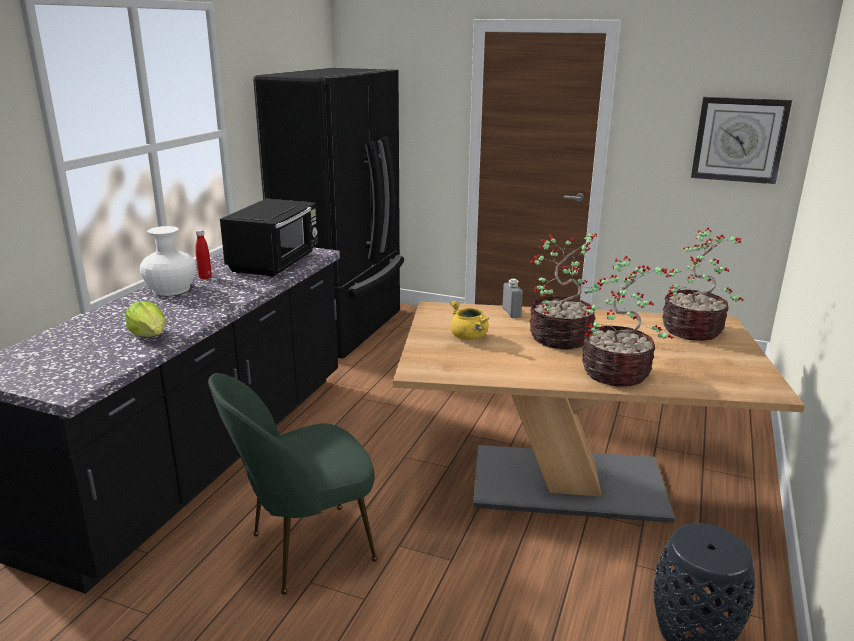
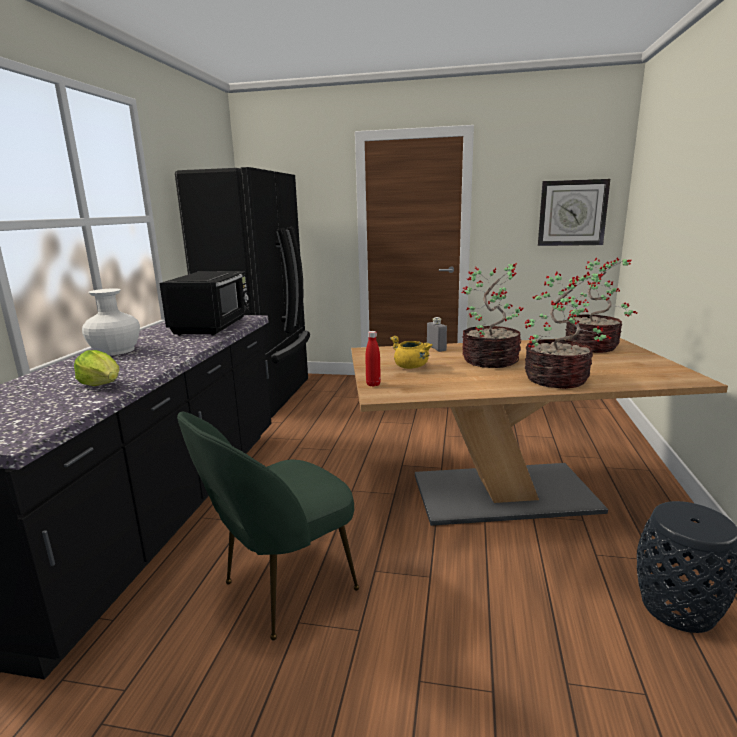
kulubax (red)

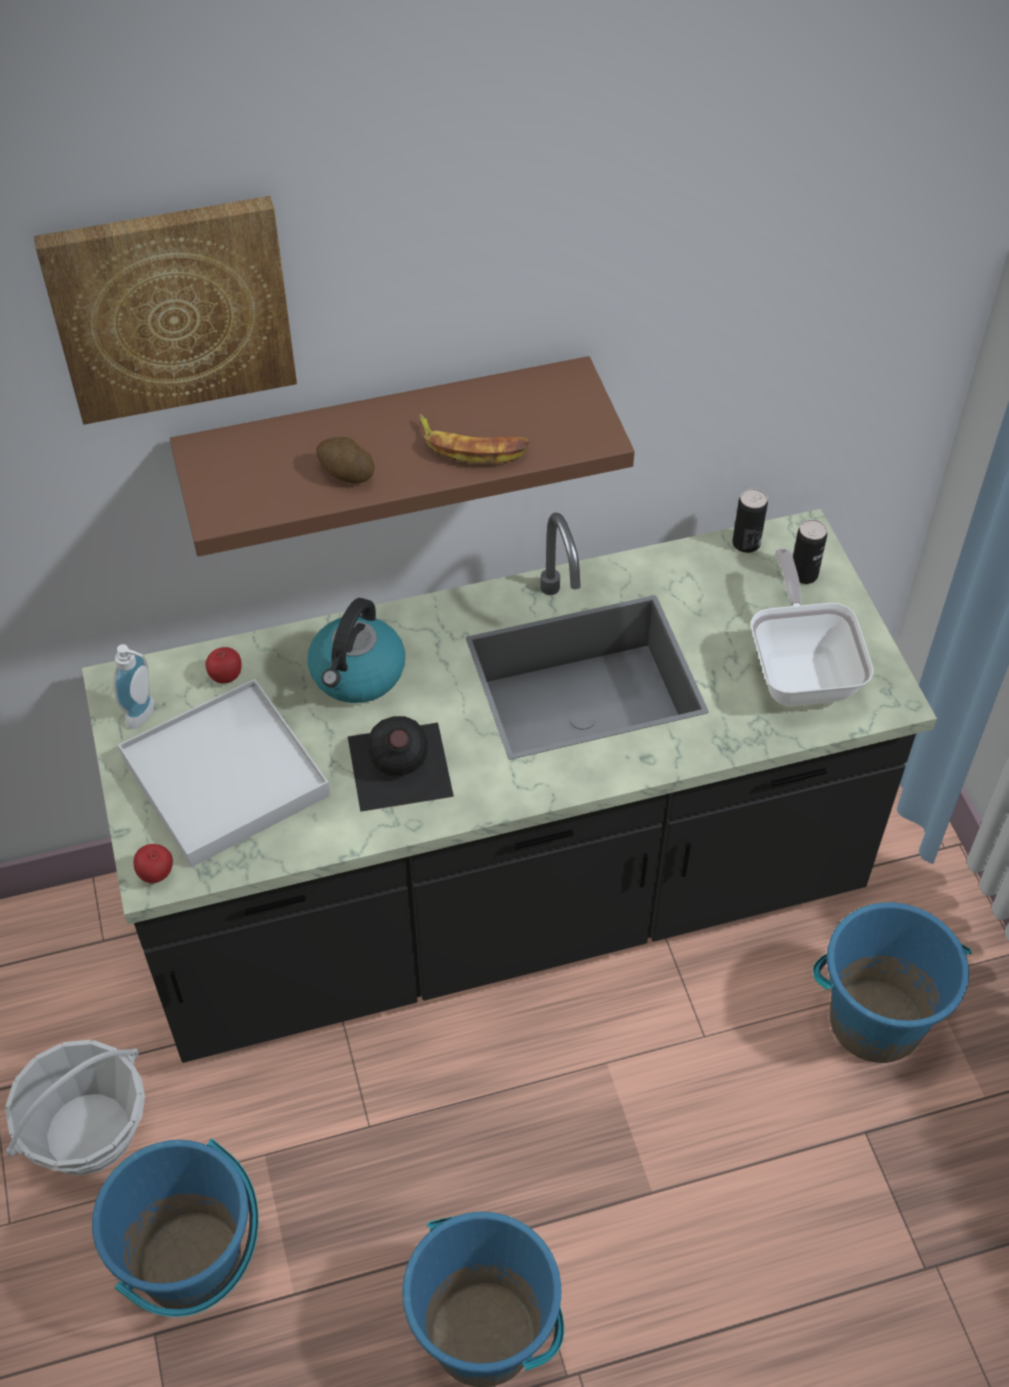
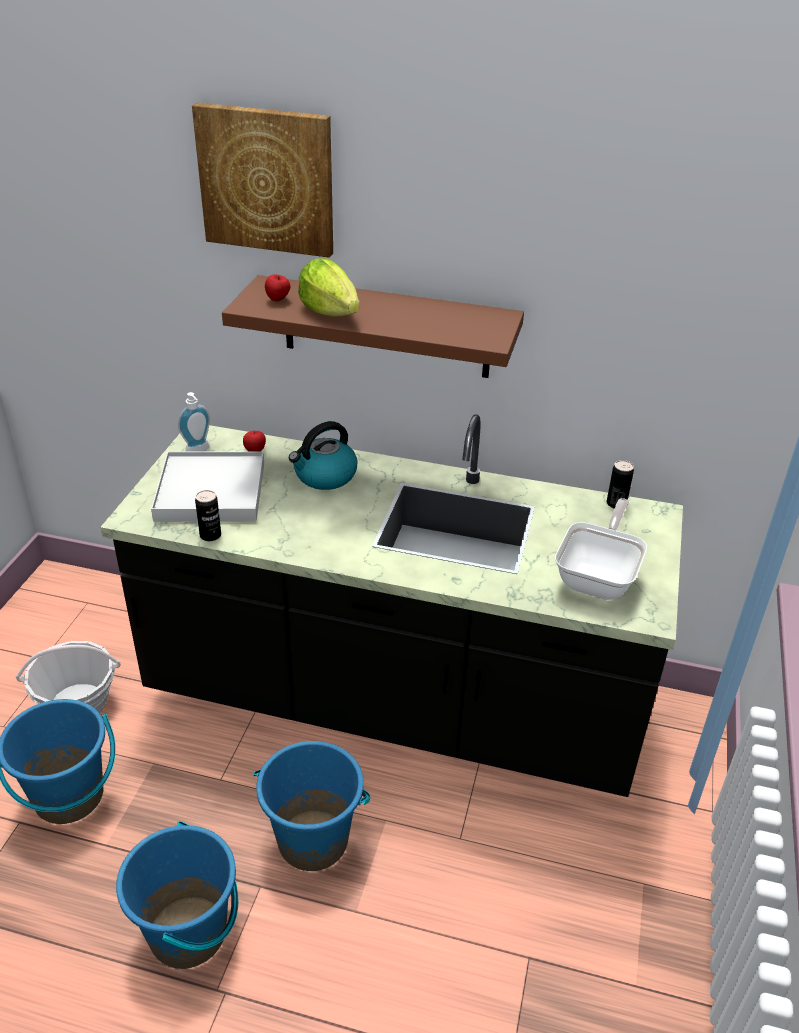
kulubax (black); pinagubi; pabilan (2nd from left); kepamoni (1st from left); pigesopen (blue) (3rd from left); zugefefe

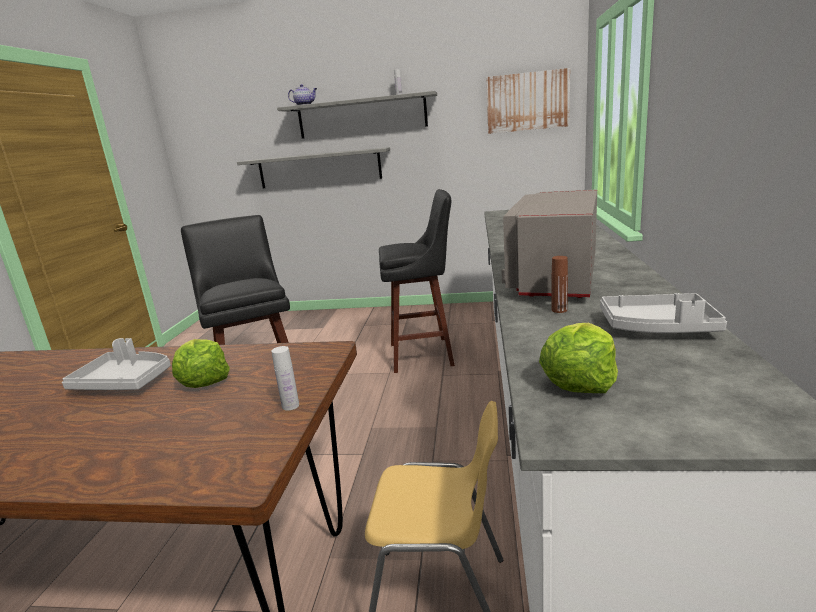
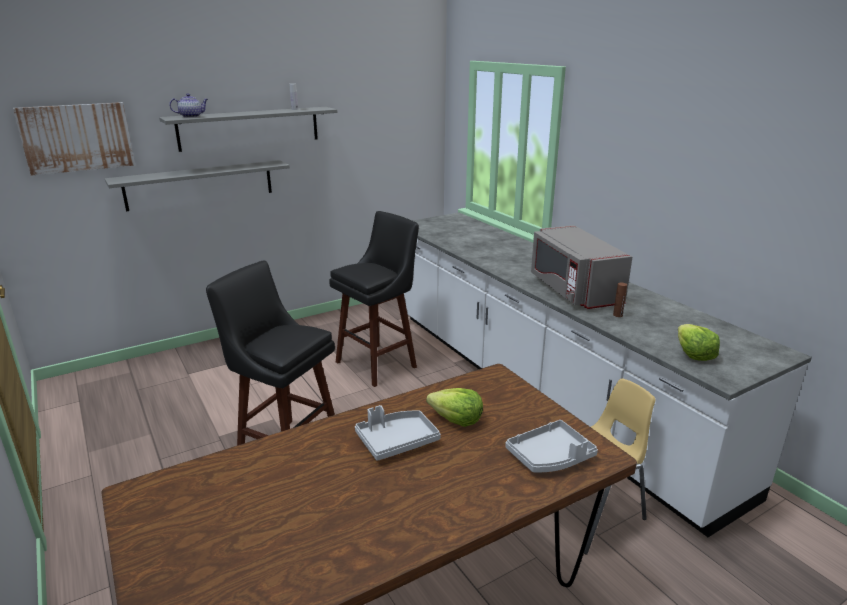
kulubax (white) (1st from left in the first image); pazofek; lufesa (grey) (2nd from left)

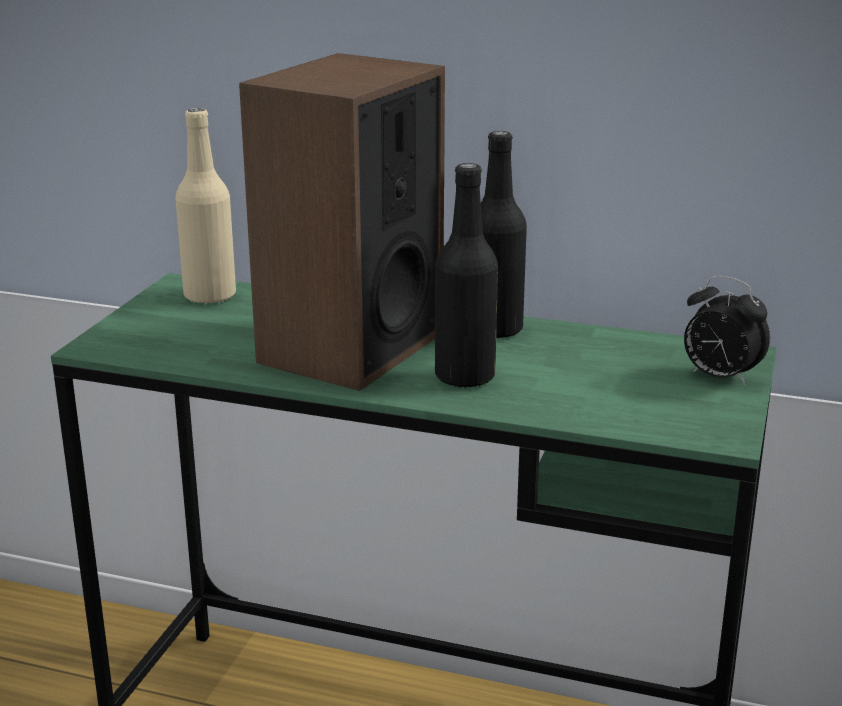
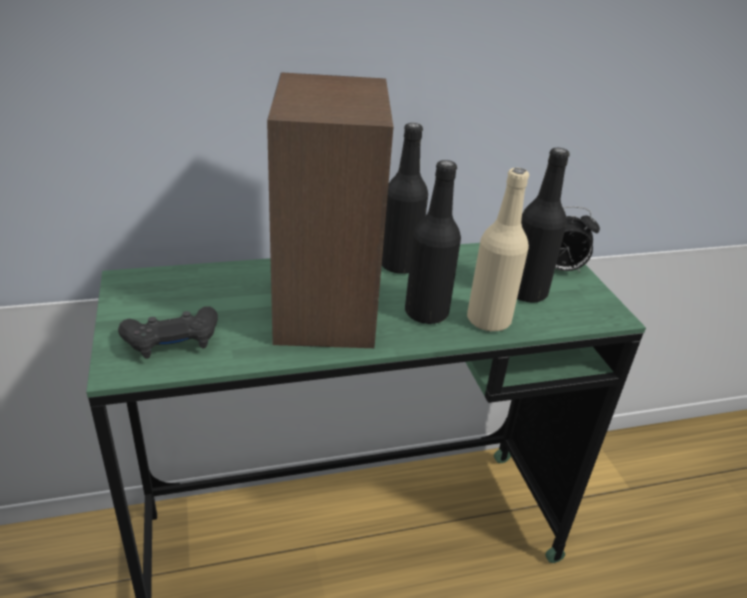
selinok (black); kulubax (black) (3rd from left); kulubax (beige)

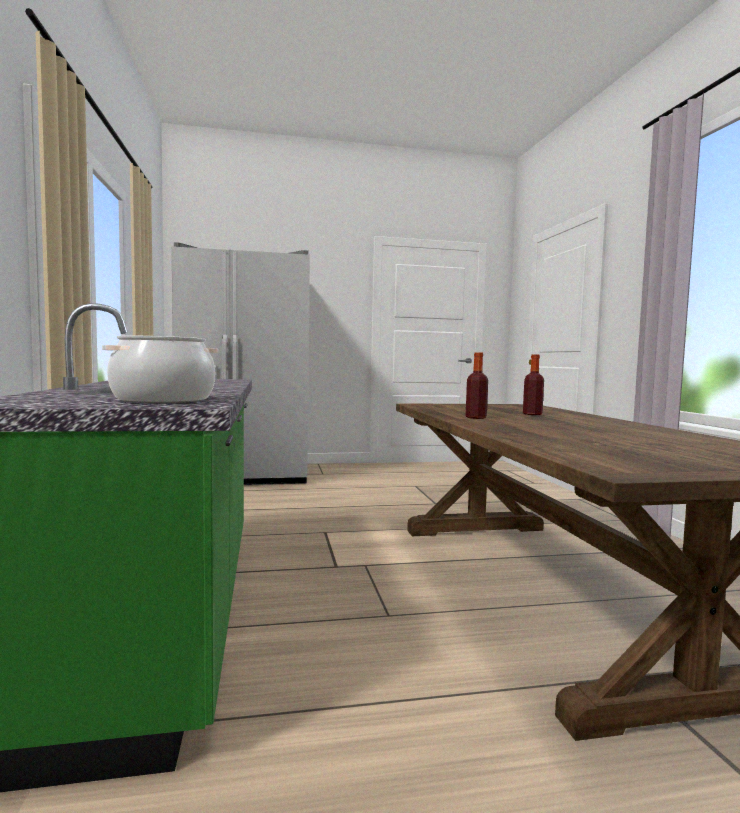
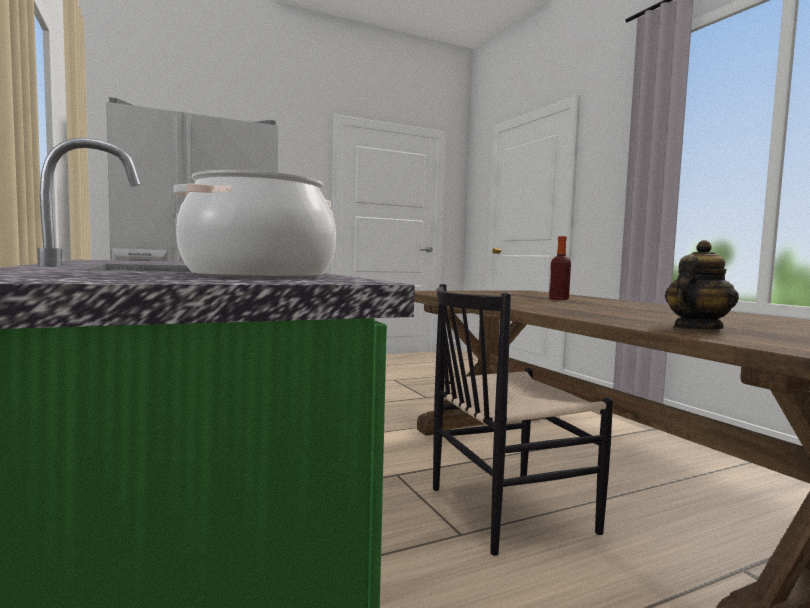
kulubax (1st from left in the first image); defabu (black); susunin

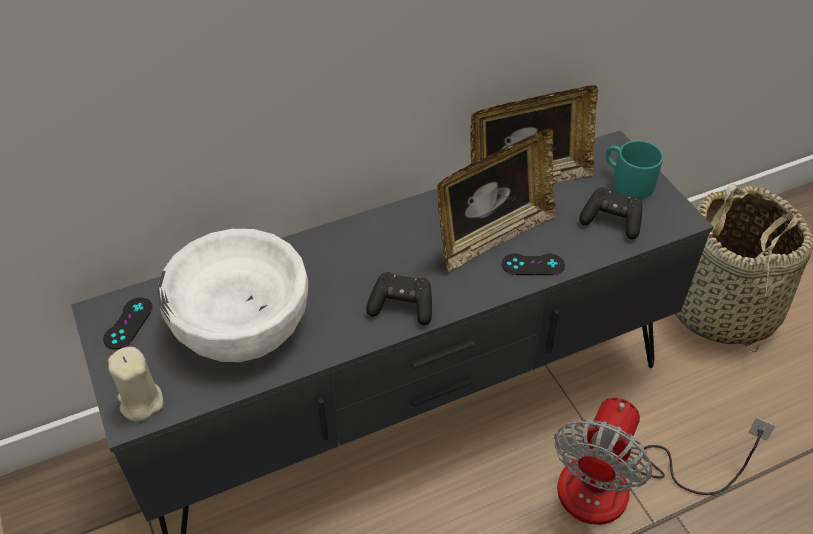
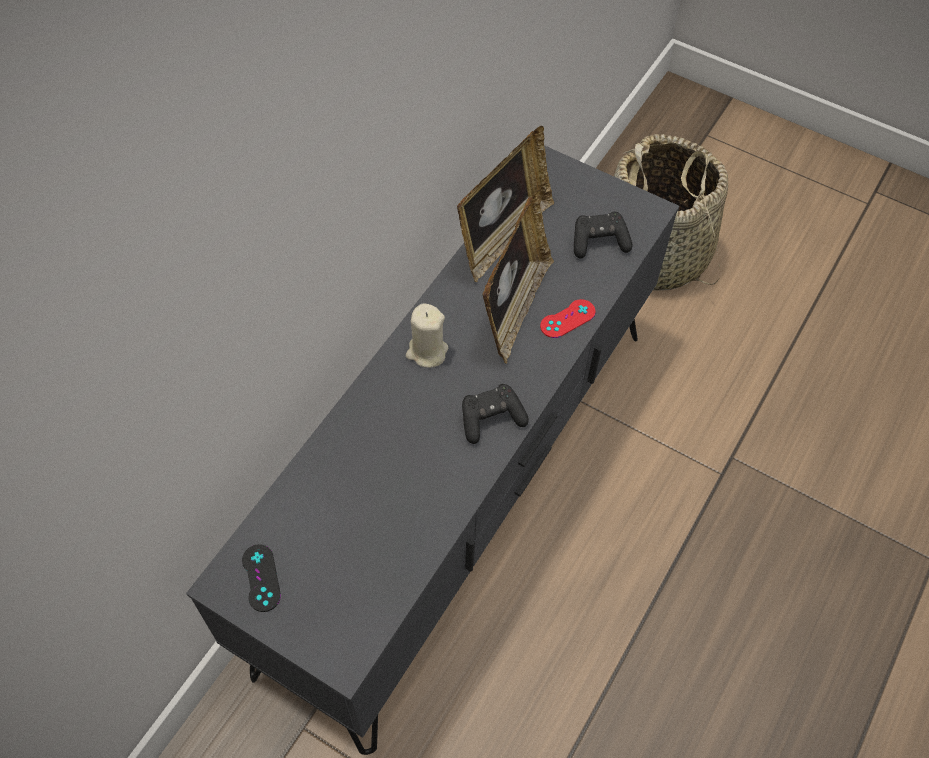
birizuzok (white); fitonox; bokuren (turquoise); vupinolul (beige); selinok (red)

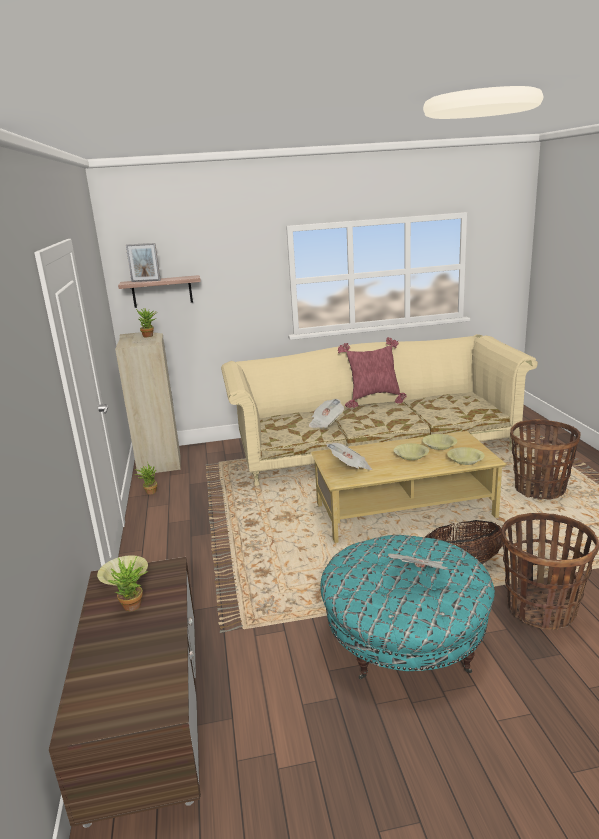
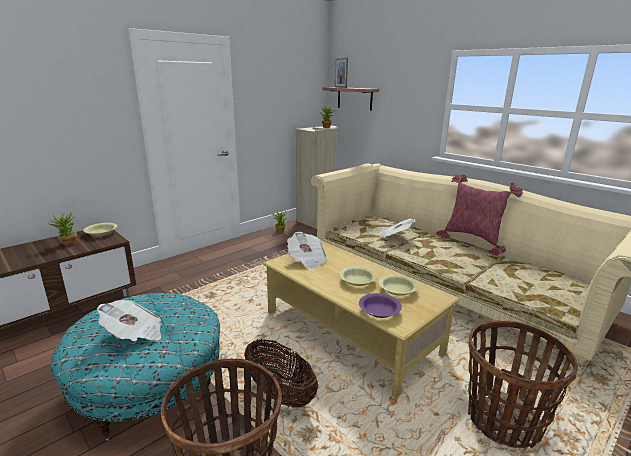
birizuzok (purple)

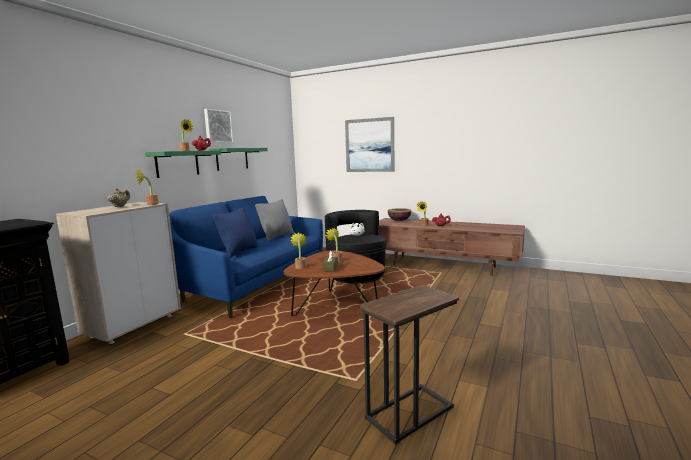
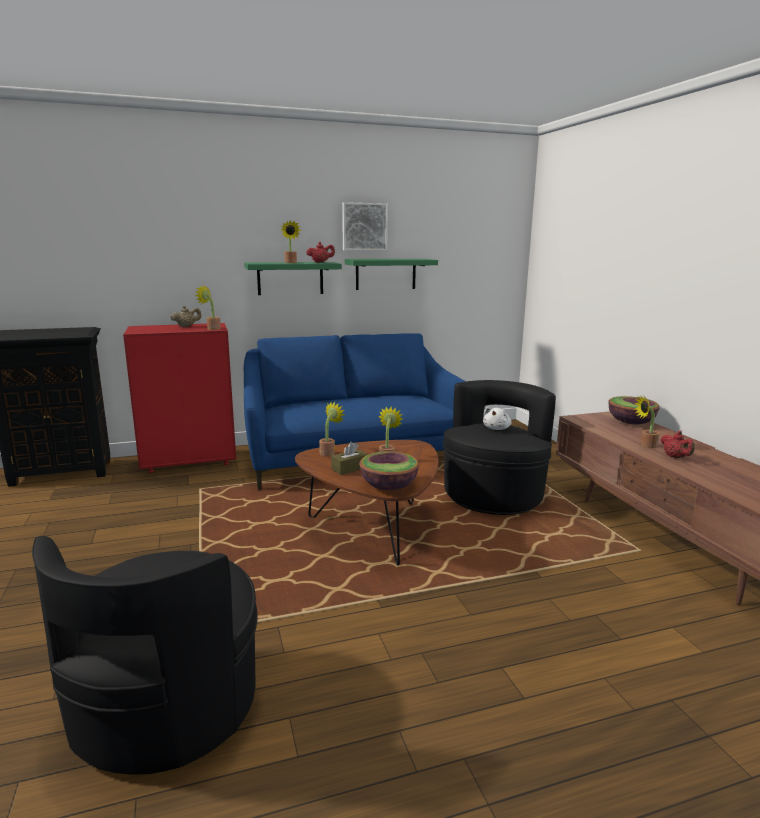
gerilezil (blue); gerilezil (grey); pazofek (2nd from left in the first image); birizuzok (1st from left); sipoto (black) (1st from left); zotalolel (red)

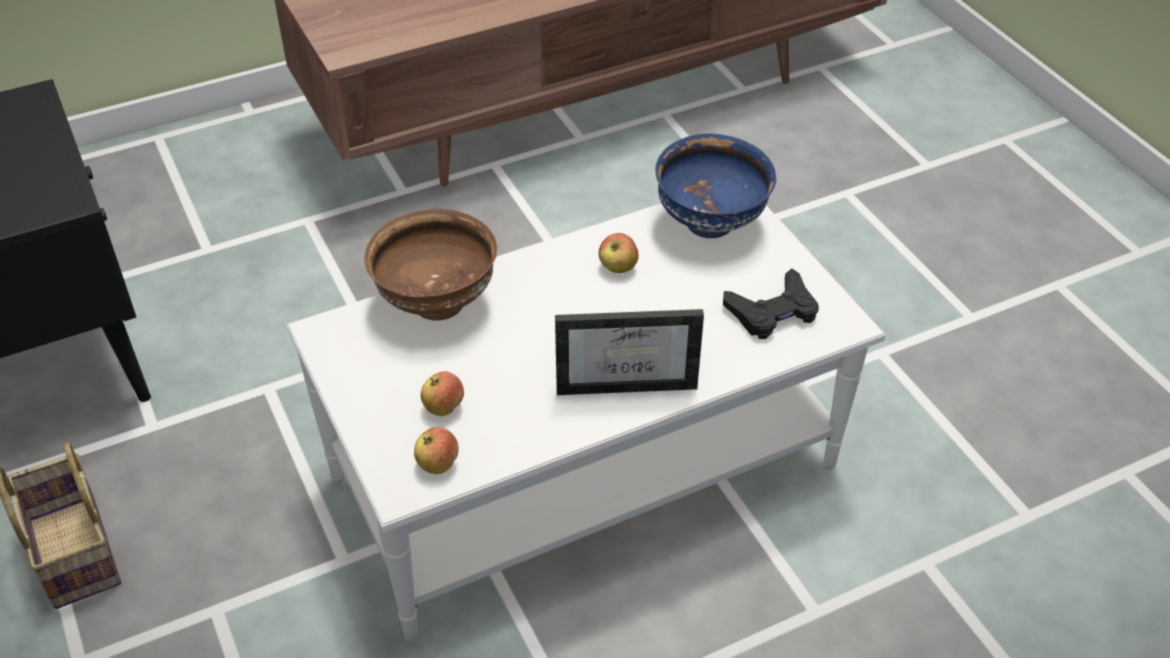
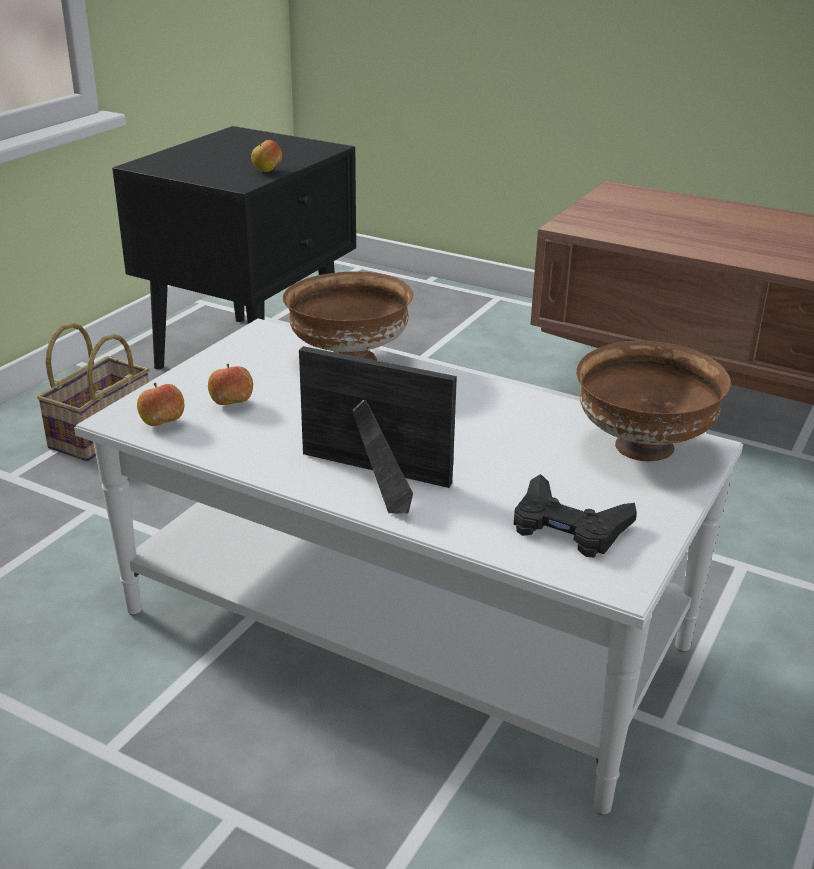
pabilan (3rd from left); birizuzok (brown) (2nd from left); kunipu

